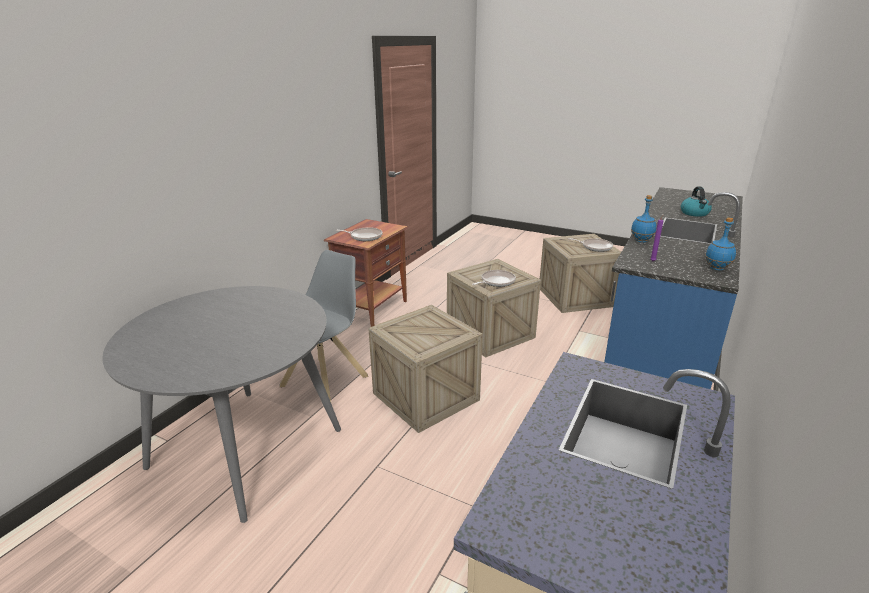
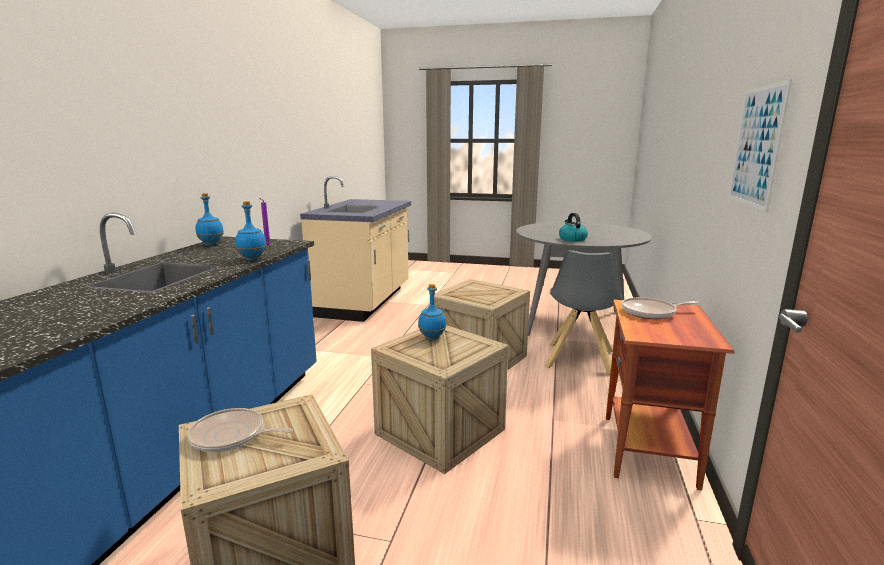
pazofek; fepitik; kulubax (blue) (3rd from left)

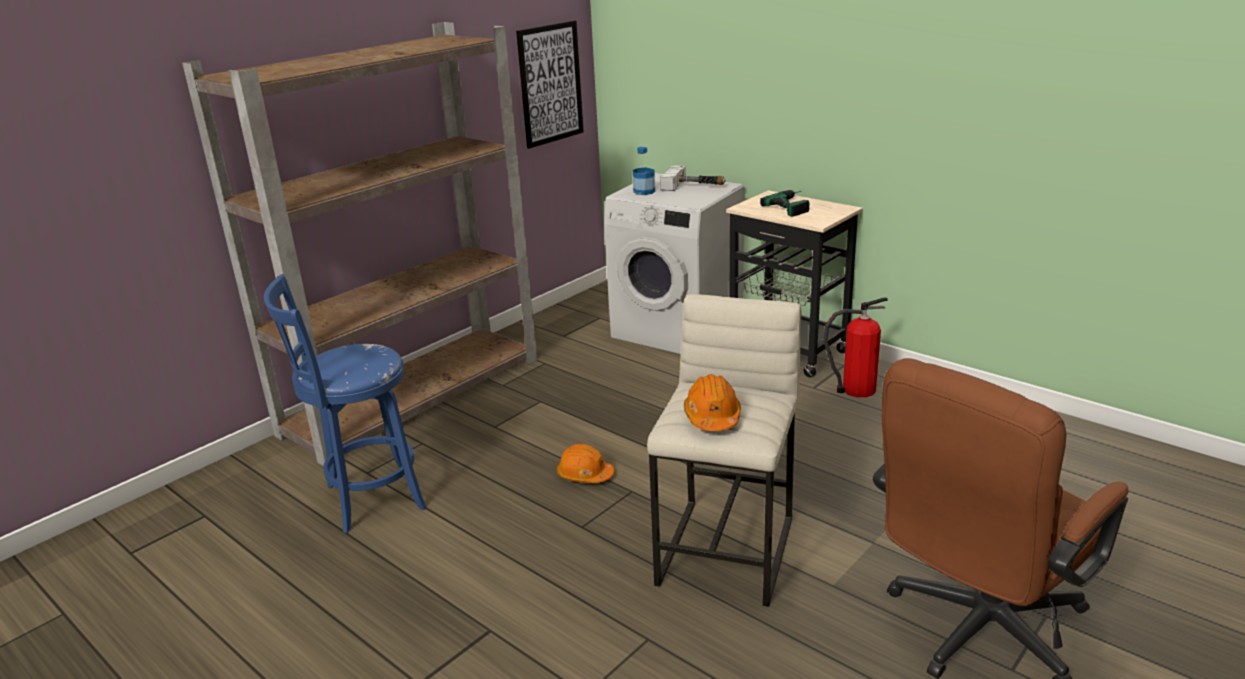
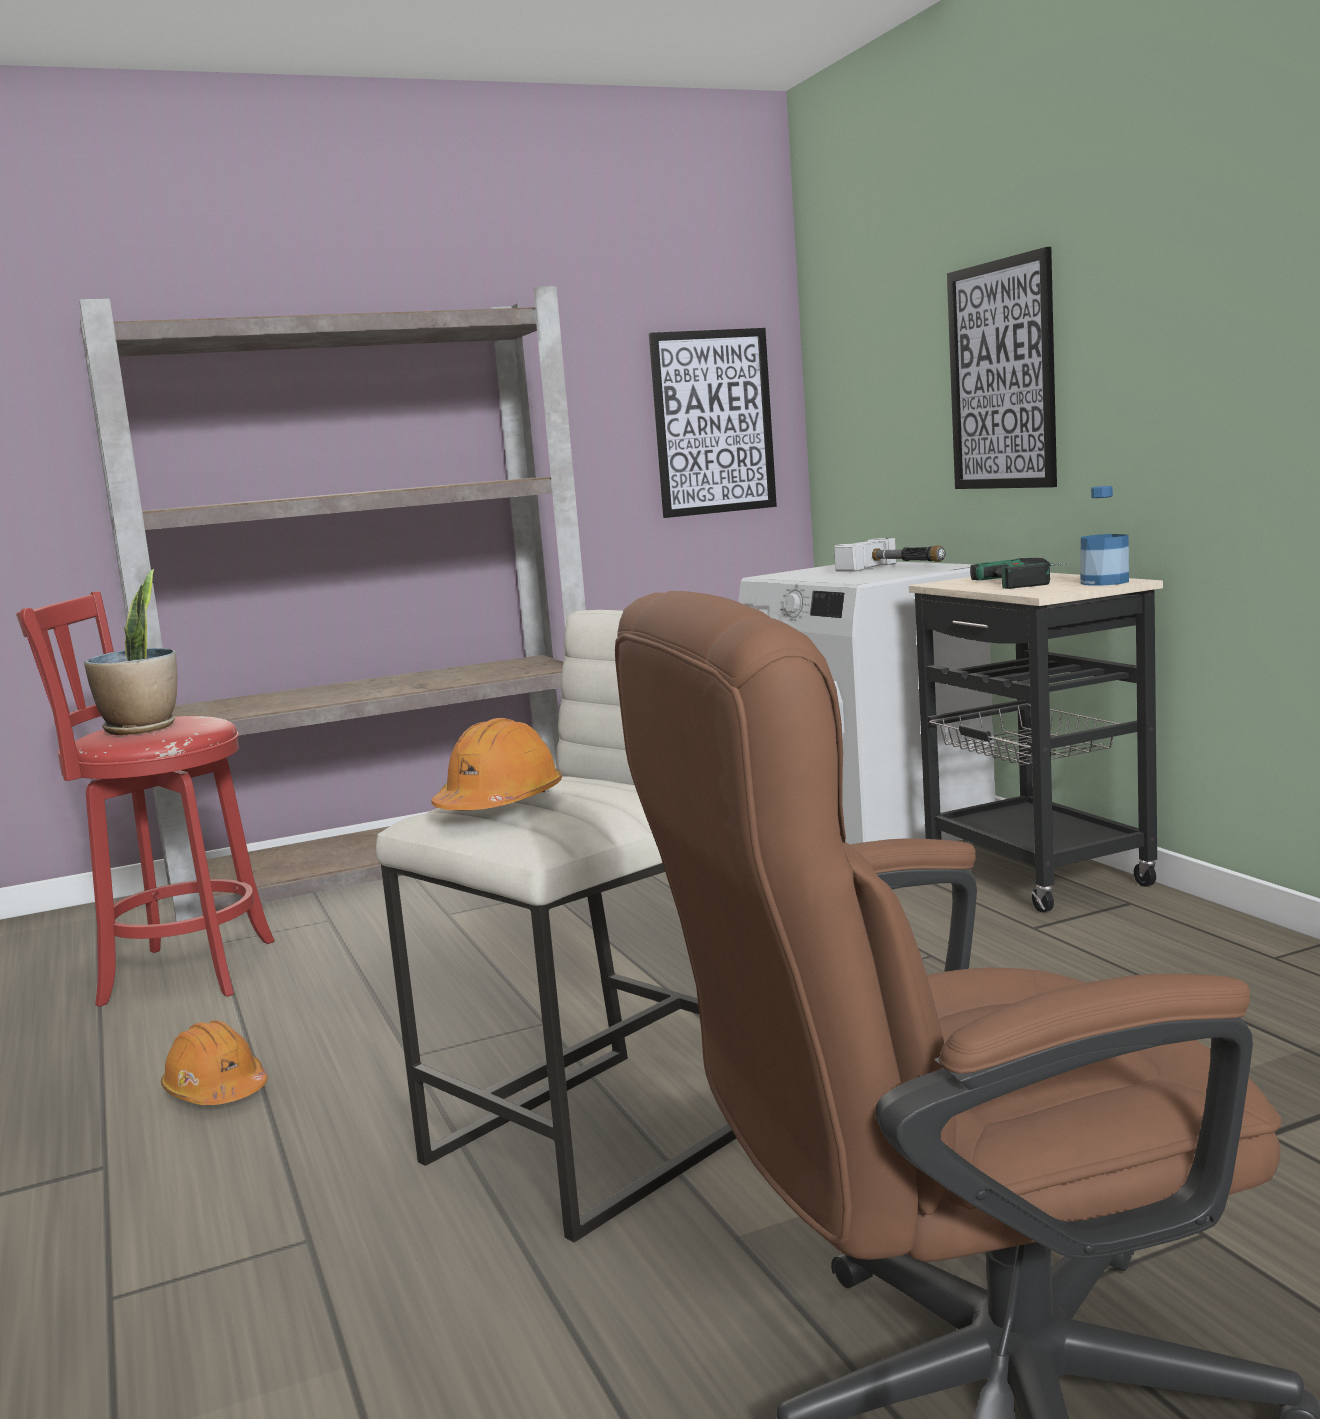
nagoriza; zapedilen; pazofek (2nd from left); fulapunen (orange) (1st from left); kulubax; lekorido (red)

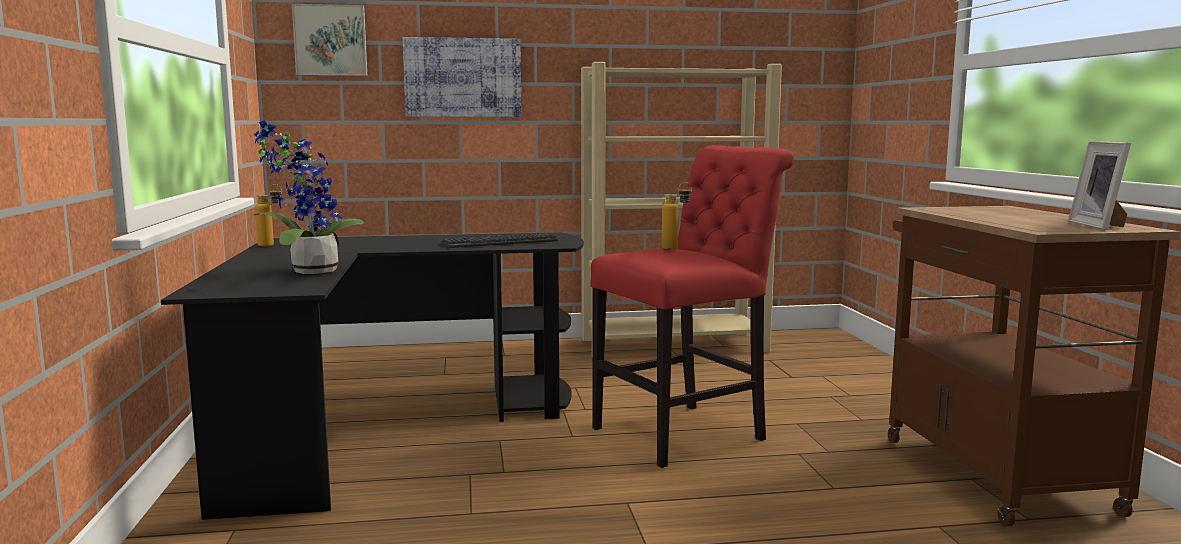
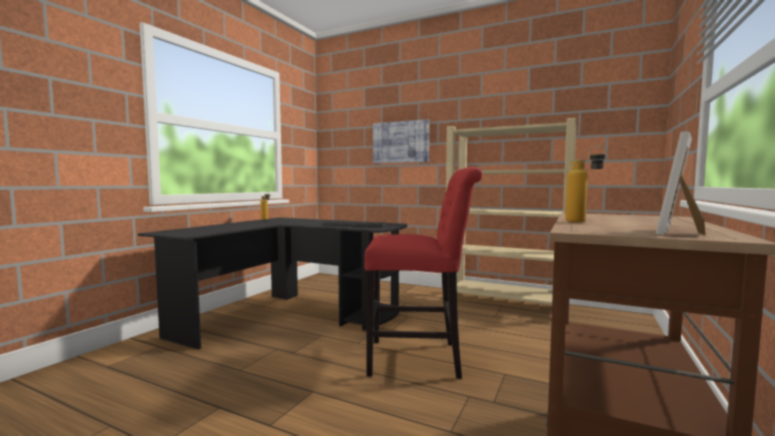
zapedilen; pazofek (1st from left in the first image); kulubax (2nd from left)

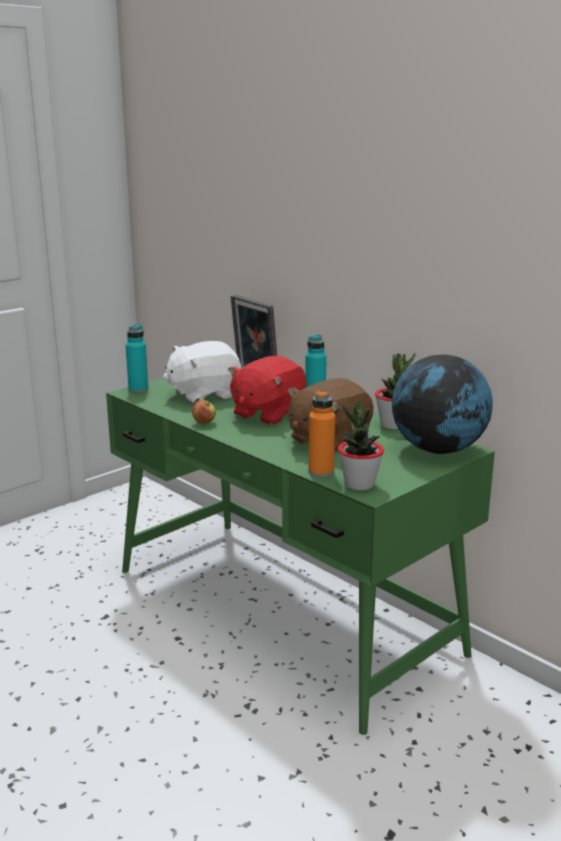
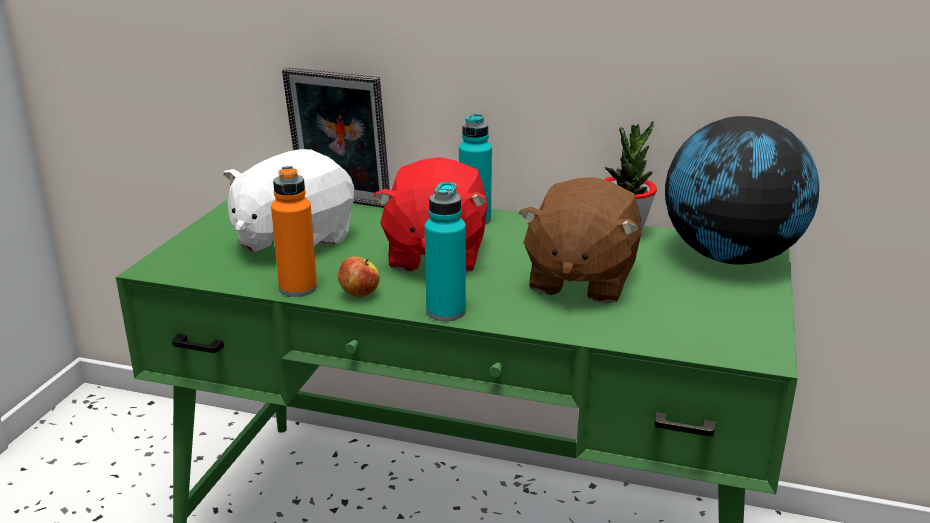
zapedilen (1st from left in the first image); kulubax (turquoise) (1st from left); kulubax (orange)

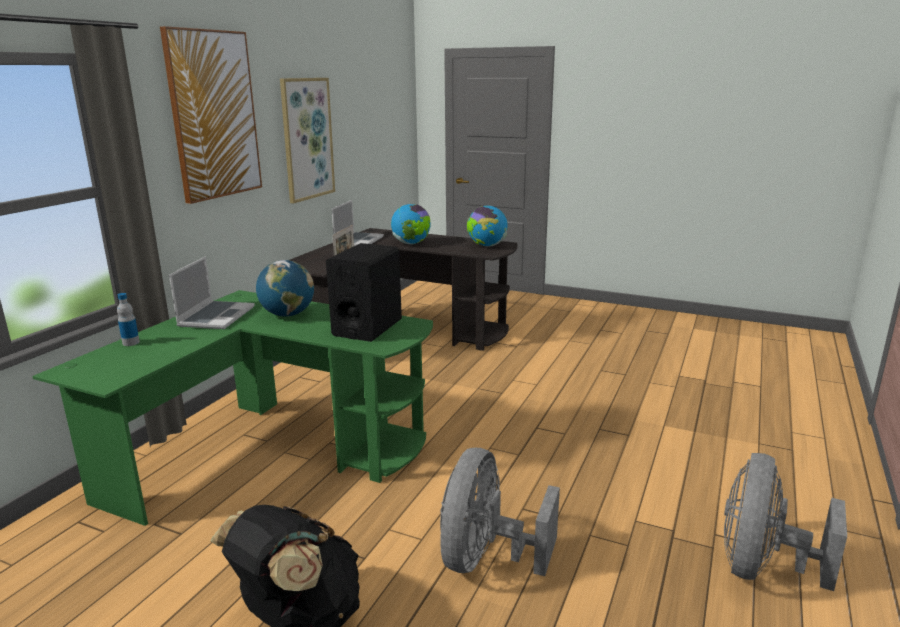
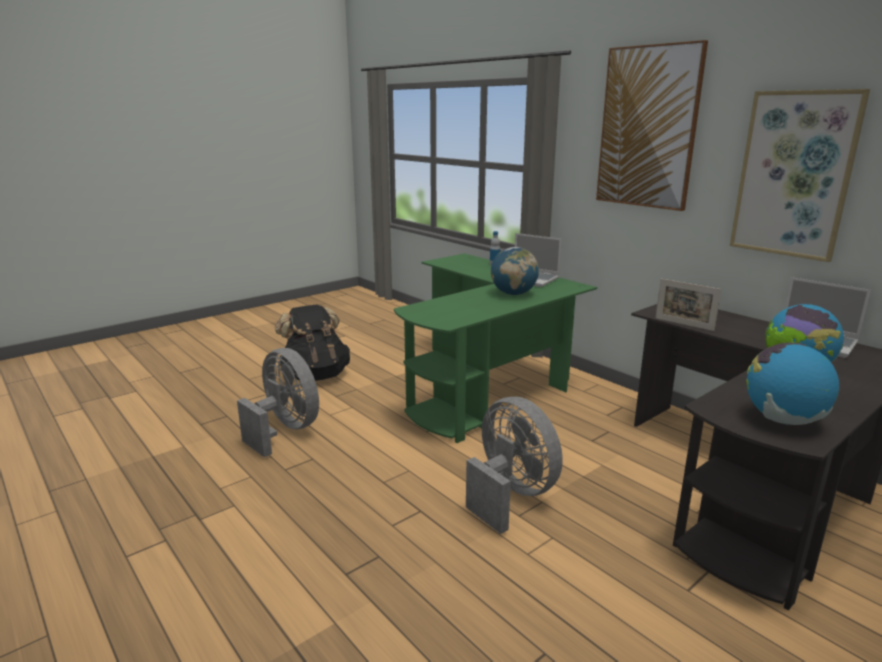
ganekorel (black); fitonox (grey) (2nd from left)

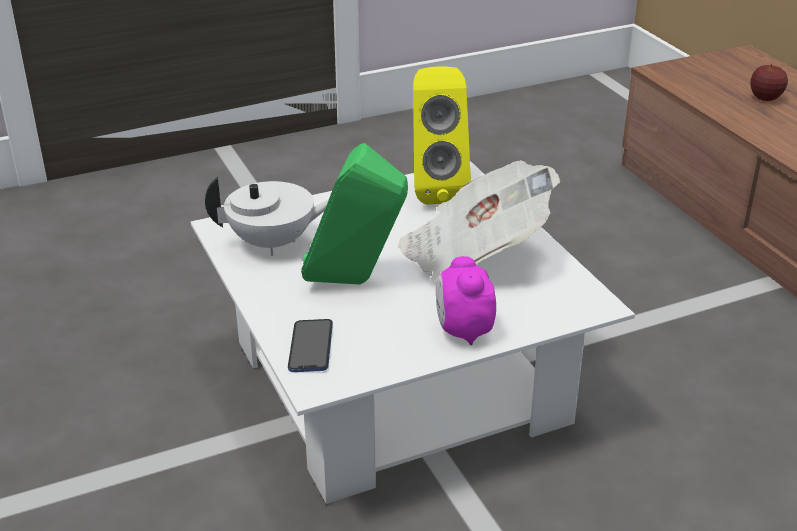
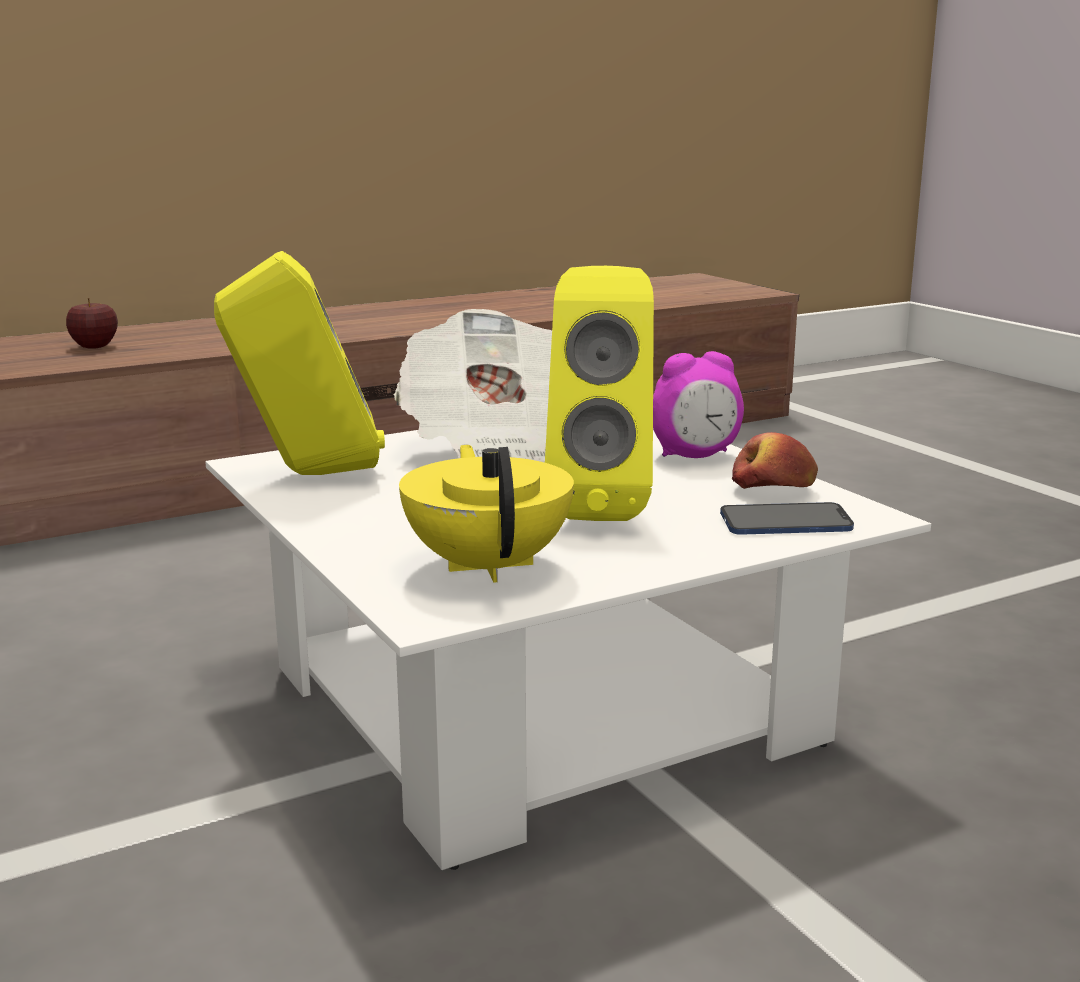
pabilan (2nd from left); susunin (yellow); ganekorel (yellow) (2nd from left)

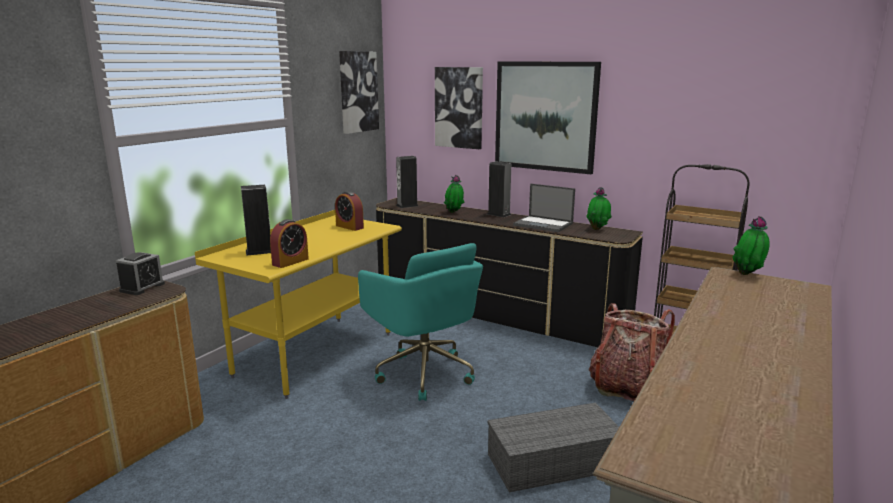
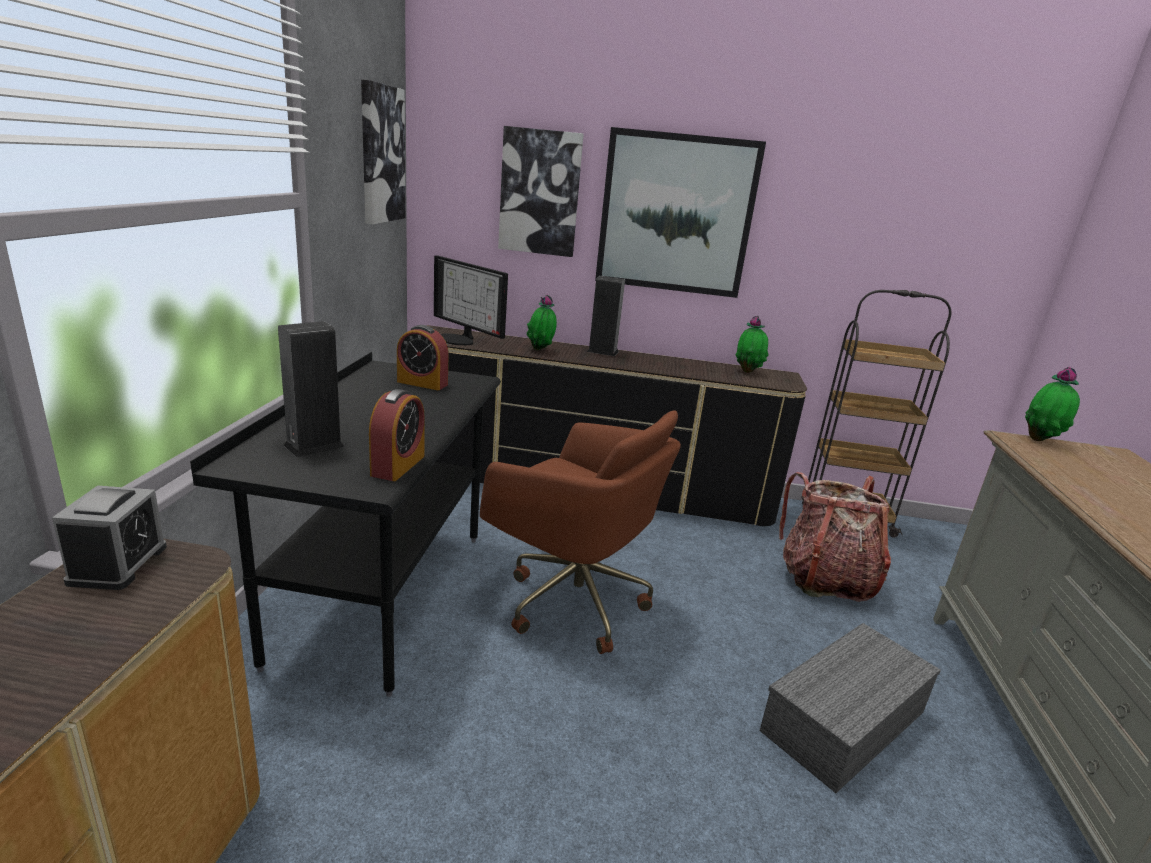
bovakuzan; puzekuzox; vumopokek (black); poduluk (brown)

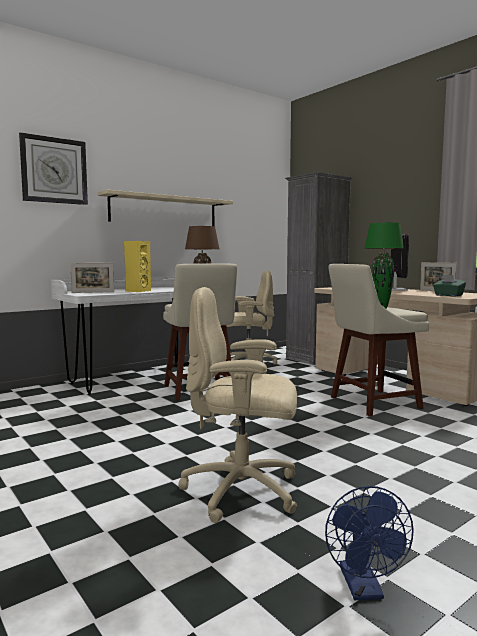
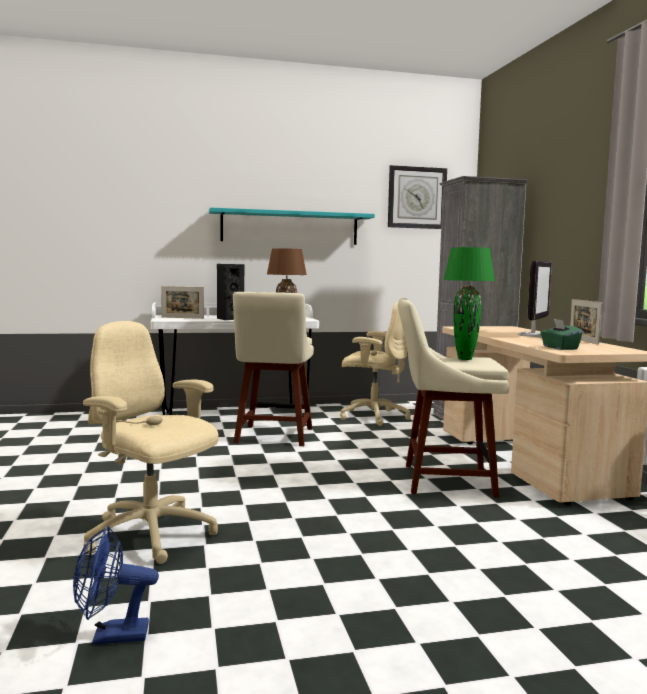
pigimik; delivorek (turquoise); ganekorel (black); fitonox (blue)

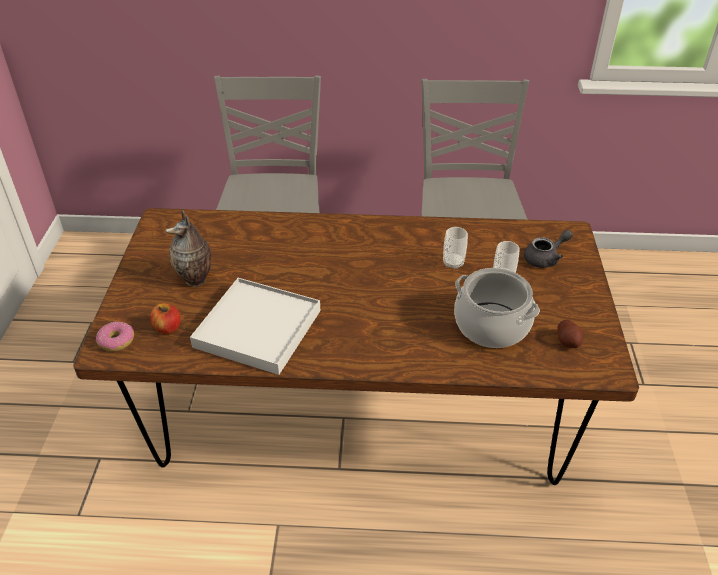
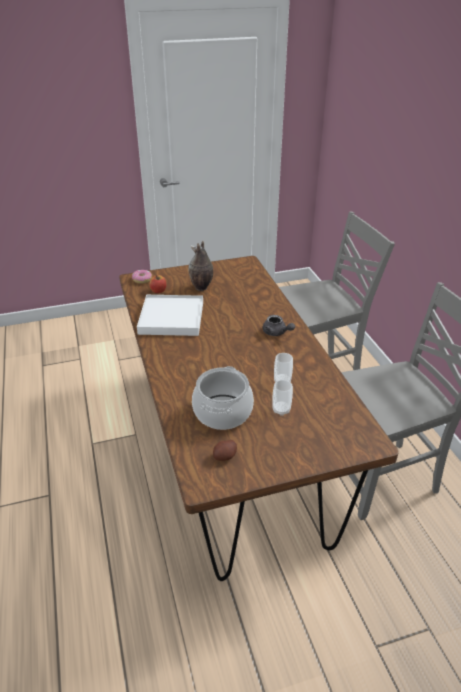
susunin (grey)

